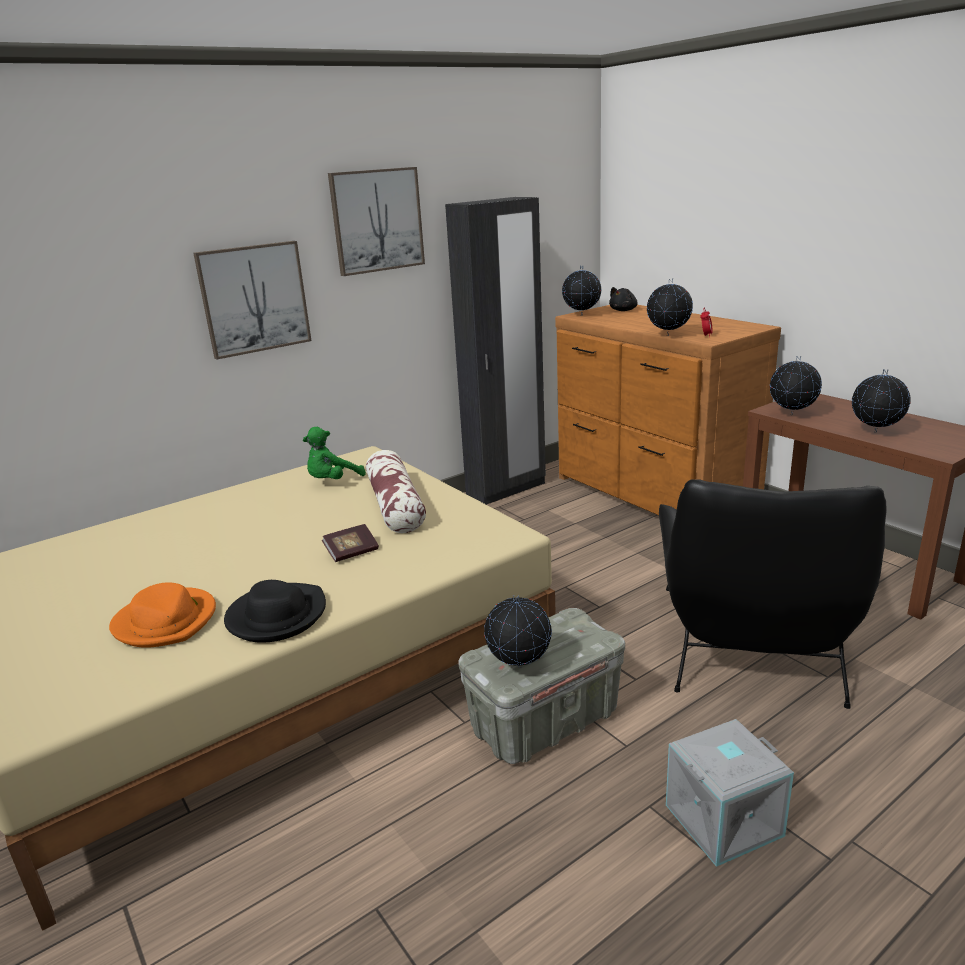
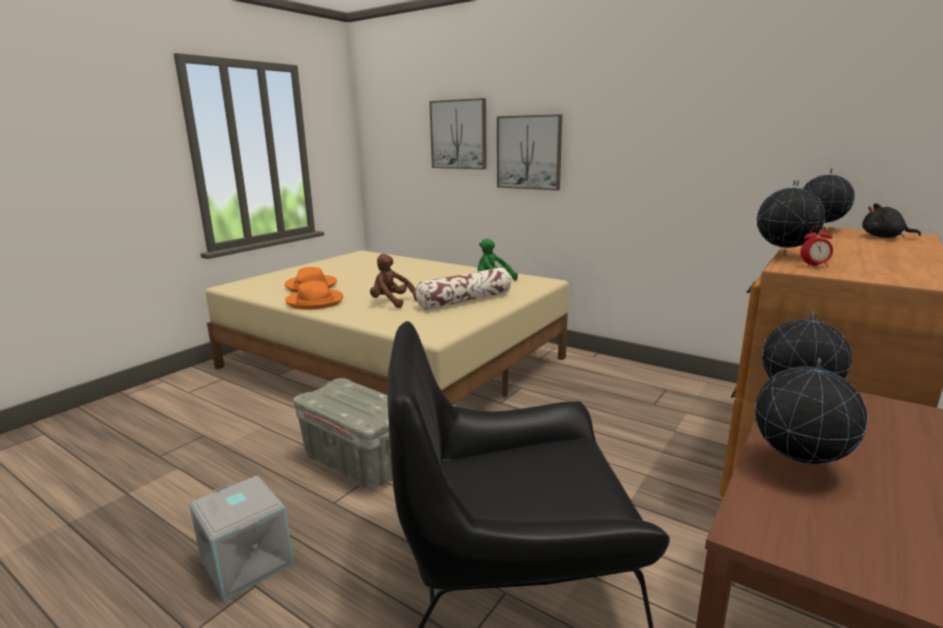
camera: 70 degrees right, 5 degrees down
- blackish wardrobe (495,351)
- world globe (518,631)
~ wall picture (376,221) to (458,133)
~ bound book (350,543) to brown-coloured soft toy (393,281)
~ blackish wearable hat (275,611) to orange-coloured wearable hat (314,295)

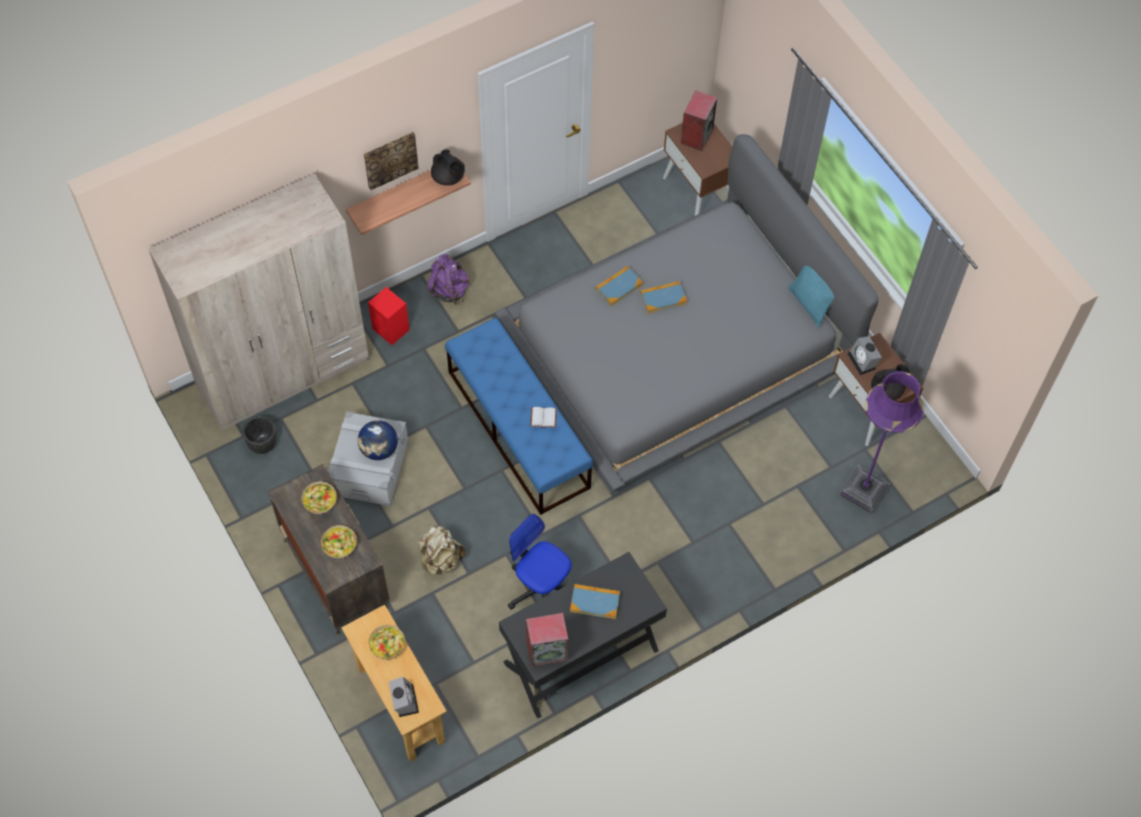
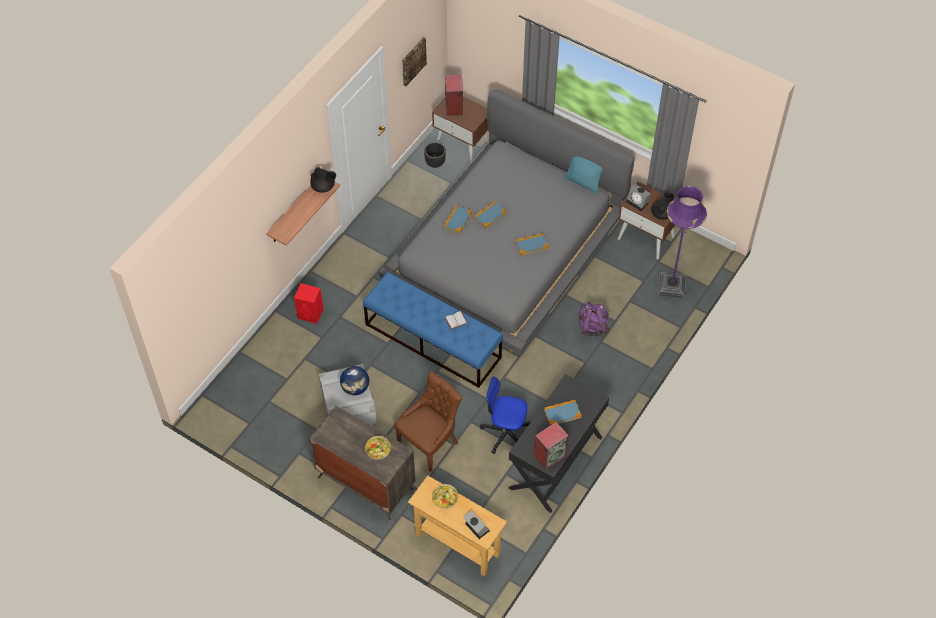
camera: 25 degrees left, 5 degrees down
- beige wardrobe (258,303)
- bowl (319,497)
+ bound book (532,244)
~ blackish planter (260,435) to (435,155)
~ wall picture (391,161) to (414,61)
~ purplish rucksack (448,279) to (593,318)
~ beige rucksack (441,550) to brown-coloured chair (428,421)

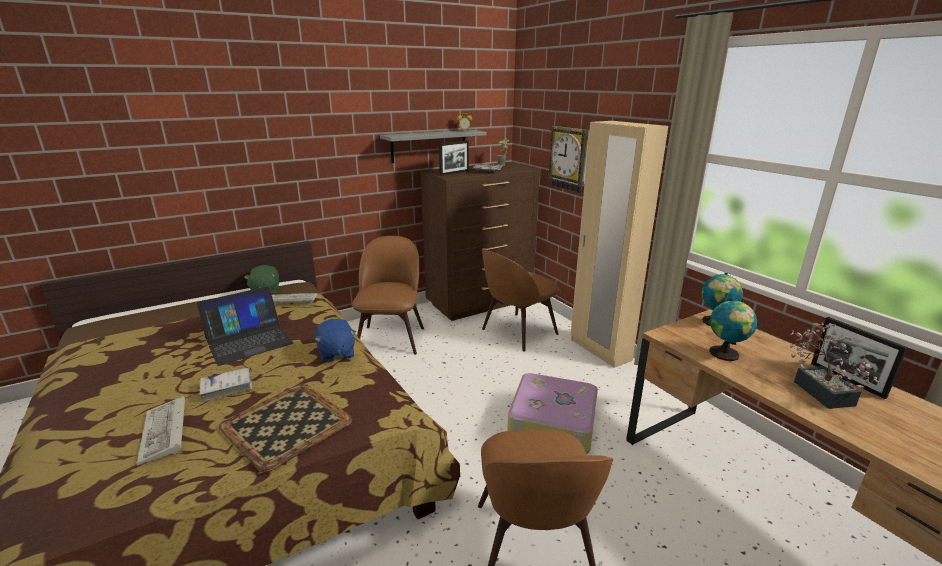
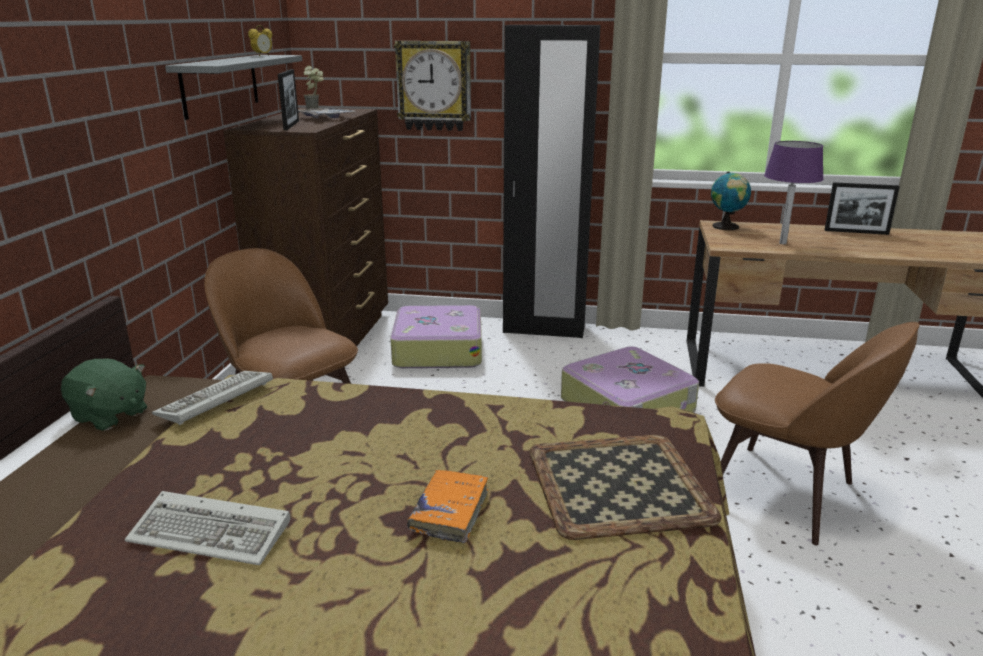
camera: 50 degrees left, 0 degrees up
- portable computer (245,326)
- blue-coloured soft toy (335,341)
- houseplant (835,366)
~ computer keyboard (160,430) to (207,528)
~ brown-coloured chair (520,301) to travel case (436,336)
~ world globe (733,329) to purplish table lamp (794,192)
~ white-coloured bound book (226,385) to orange-coloured bound book (447,506)
~ beige wardrobe (619,244) to blackish wardrobe (552,181)

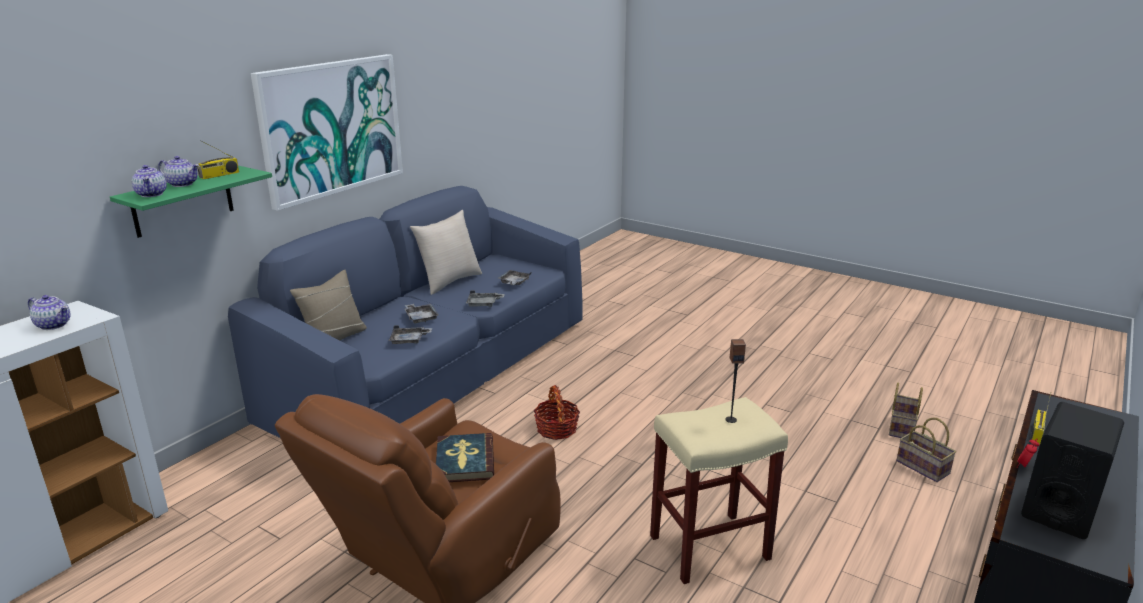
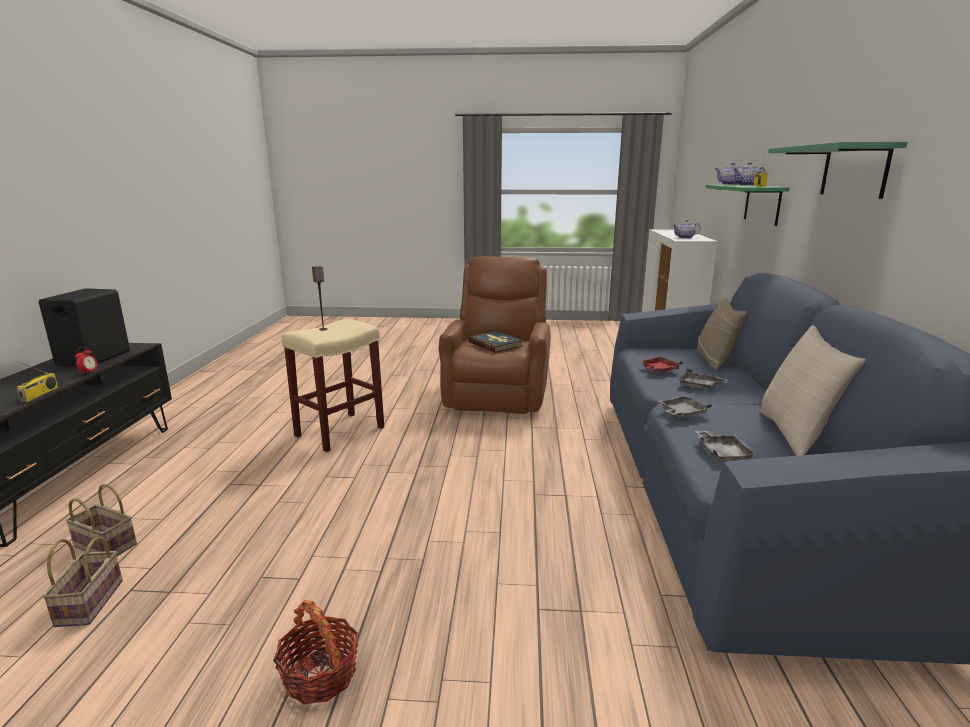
camera: 150 degrees right, 5 degrees down
~ household basket (556,412) to (315,652)
~ wall picture (327,132) to green-coloured shelf (838,170)
~ greyish tray (410,334) to reddish tray (661,364)

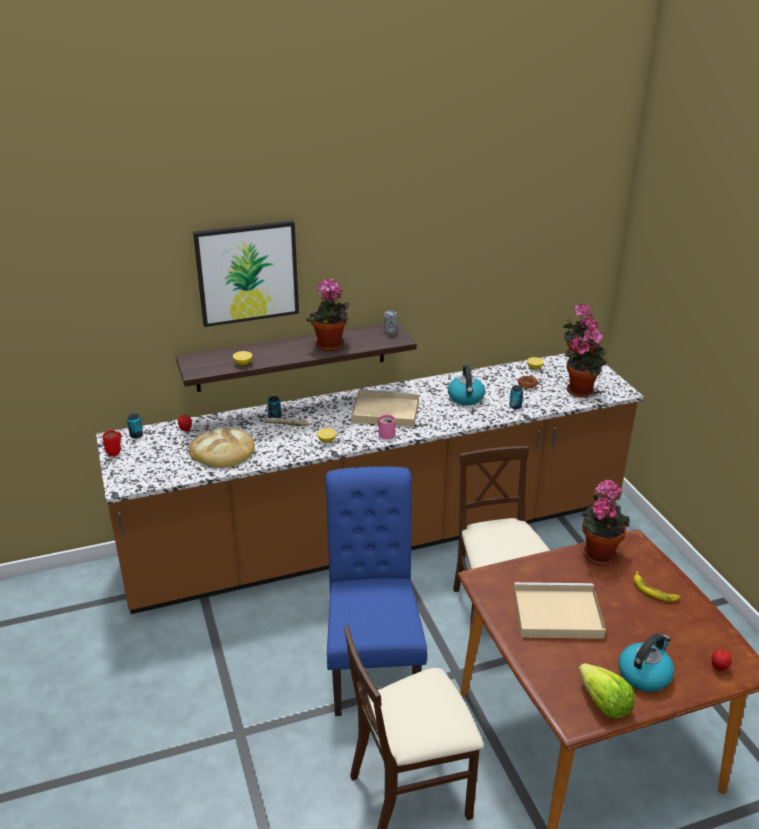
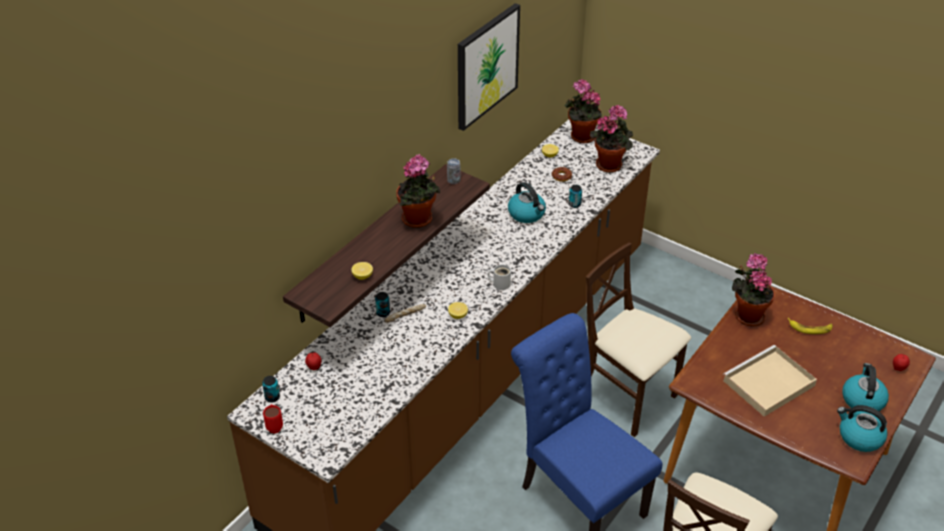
camera: 35 degrees left, 10 degrees up
- bakery bread (222,448)
- beige tray (385,408)
~ wall picture (246,274) to (489,67)
~ head of lettuce (607,691) to kettle (862,428)
~ pink-coloured coffee mug (386,427) to white-coloured coffee mug (499,277)

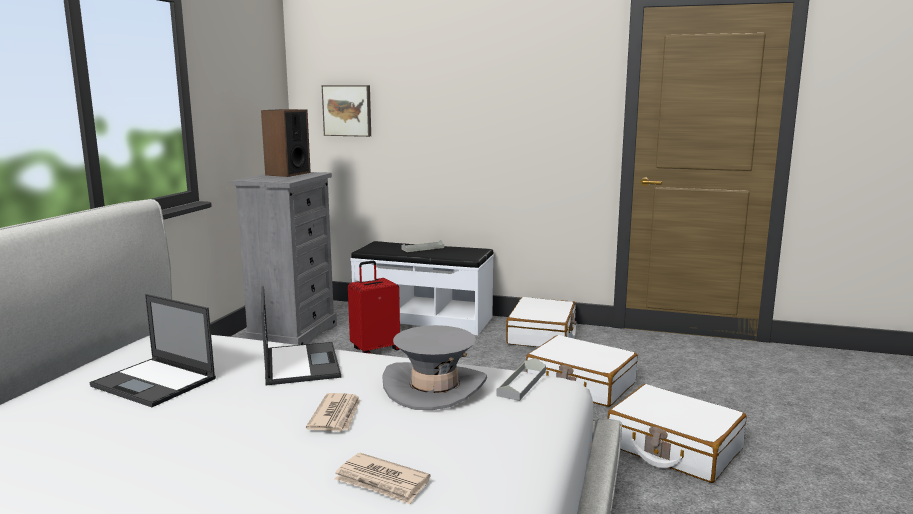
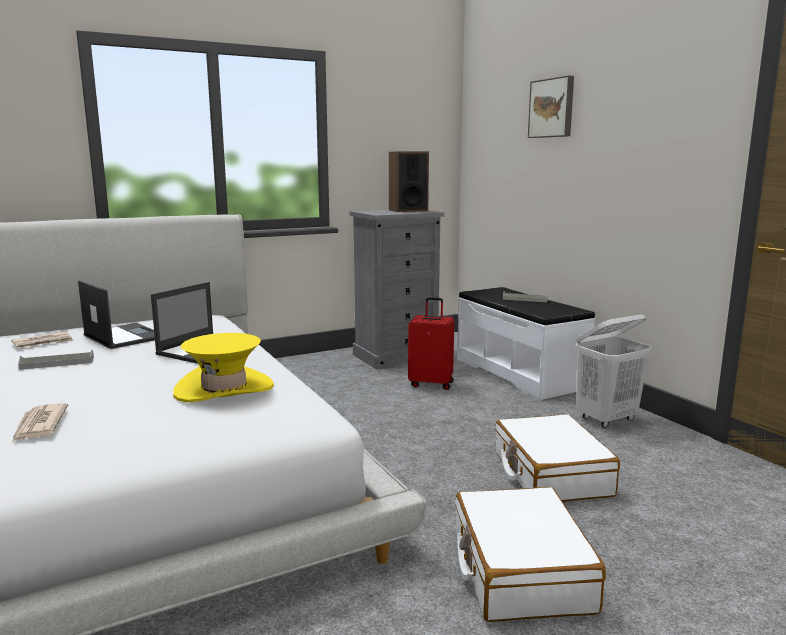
camera: 45 degrees right, 0 degrees up
~ newspaper (333,412) to (42,340)
~ wall picture (346,111) to (551,106)
~ greyish tray (521,379) to (56,360)
~ white-coloured travel case (541,322) to white-coloured hamper (613,371)
~ greyish wearable hat (435,367) to yellow wearable hat (223,368)
~ portable computer (152,350) = (116,314) 150 degrees clockwise

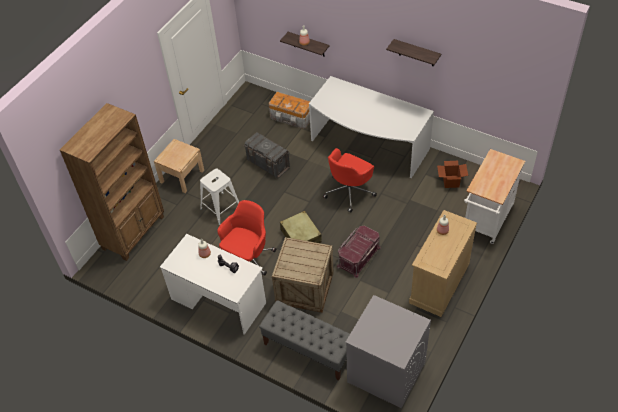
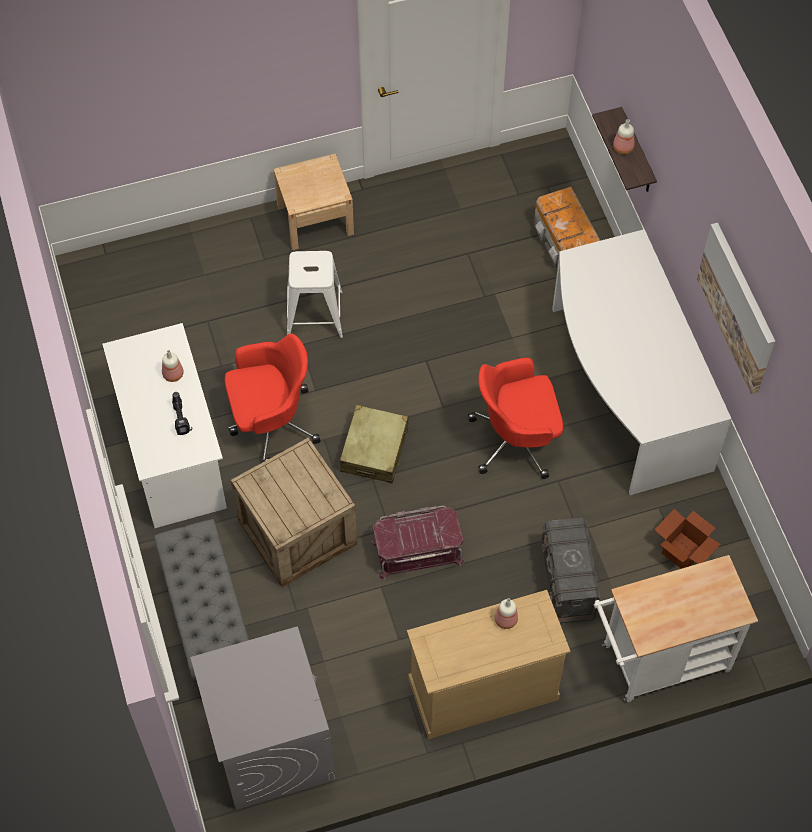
camera: 40 degrees right, 10 degrees up
- brown-coloured shelving unit (112,182)
~ greyish storage bin (267,155) to (571,570)
~ shelf (413,52) to wall picture (736,308)

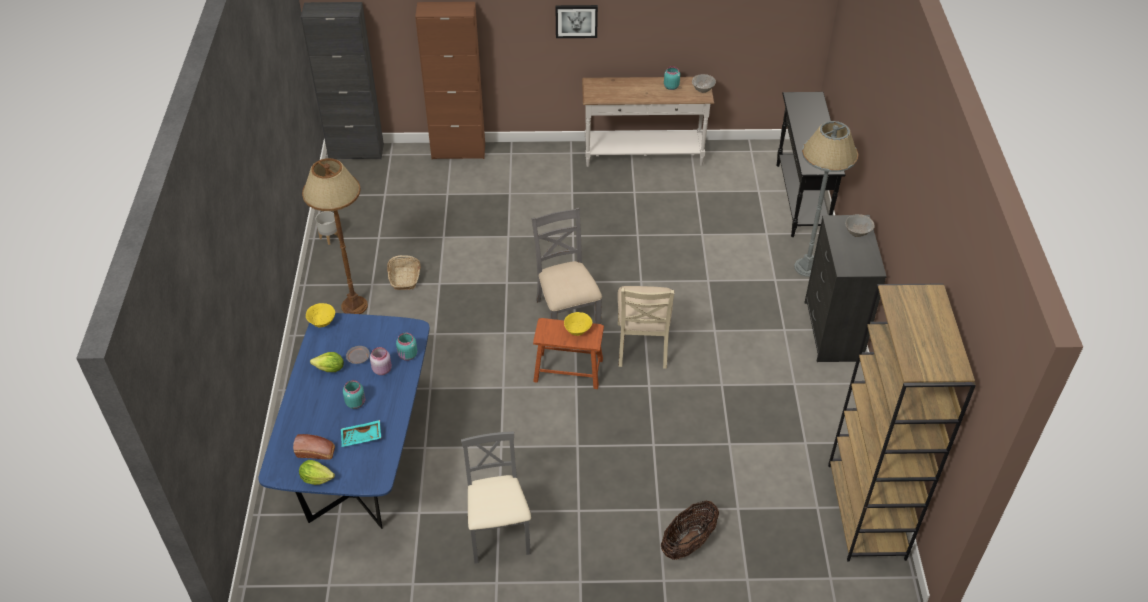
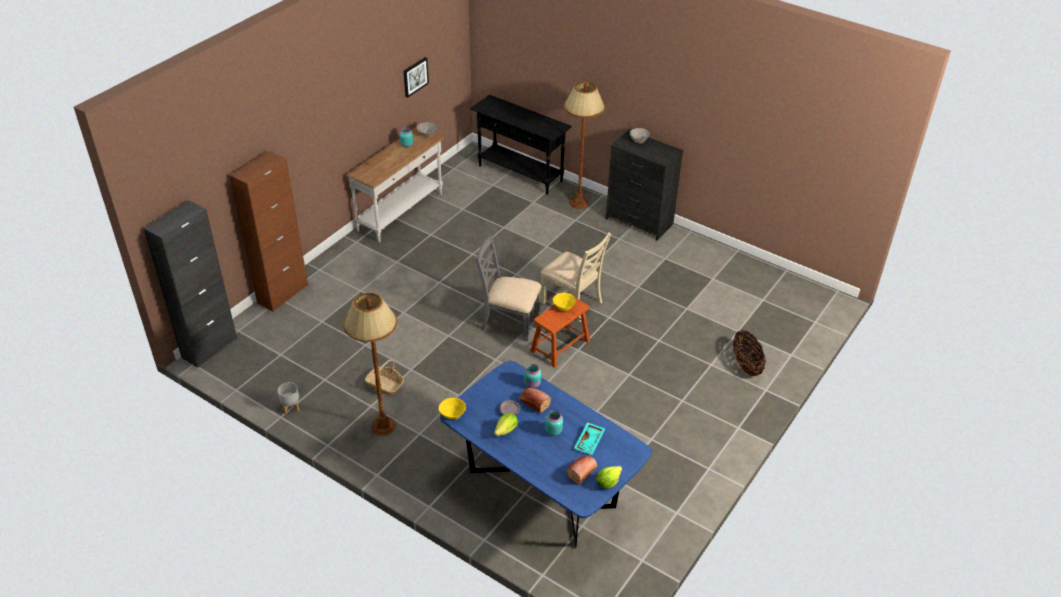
camera: 55 degrees left, 5 degrees down
- greyish chair (496,497)
- brown-coloured shelving unit (902,422)
~ wall picture (576,21) to (416,77)
~ pink-coloured preserve jar (381,361) to bakery bread (535,400)
~ greyish floor lamp (826,199) to brown-coloured floor lamp (584,145)

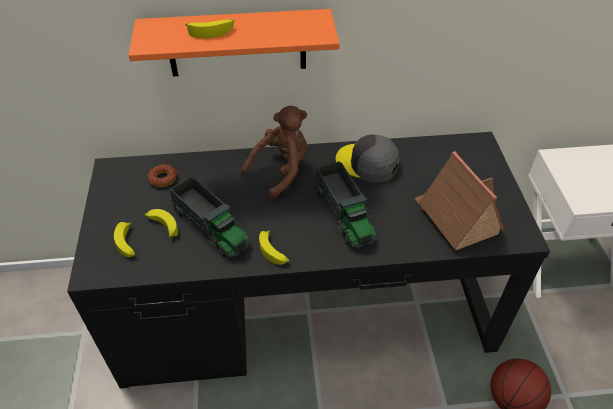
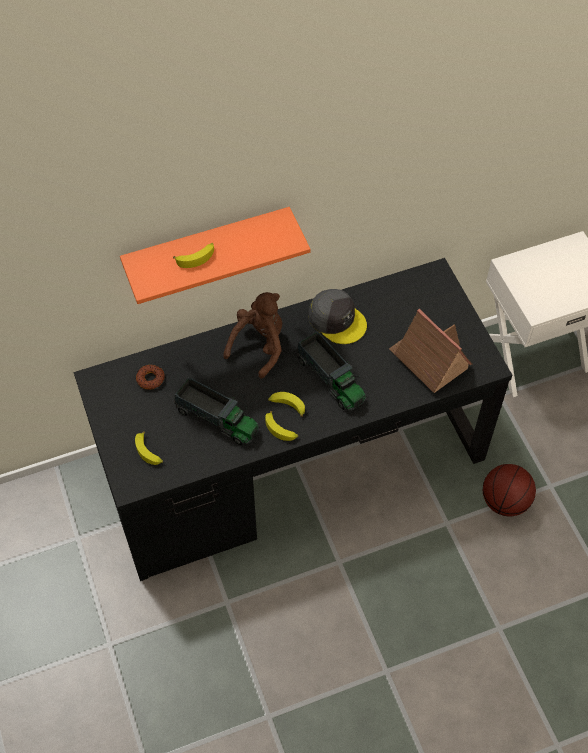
camera: 15 degrees left, 10 degrees up
~ banana (161,224) to (286,404)
~ greyish cap (368,158) = (337,316) 150 degrees counterclockwise

